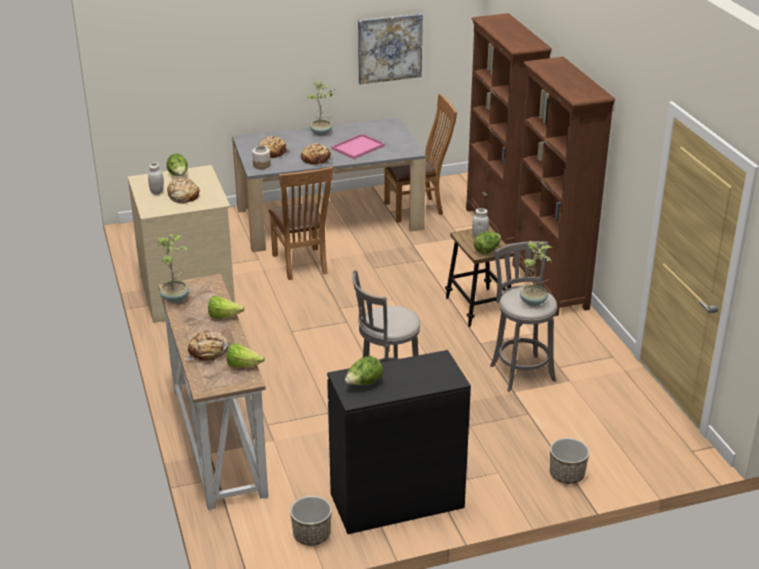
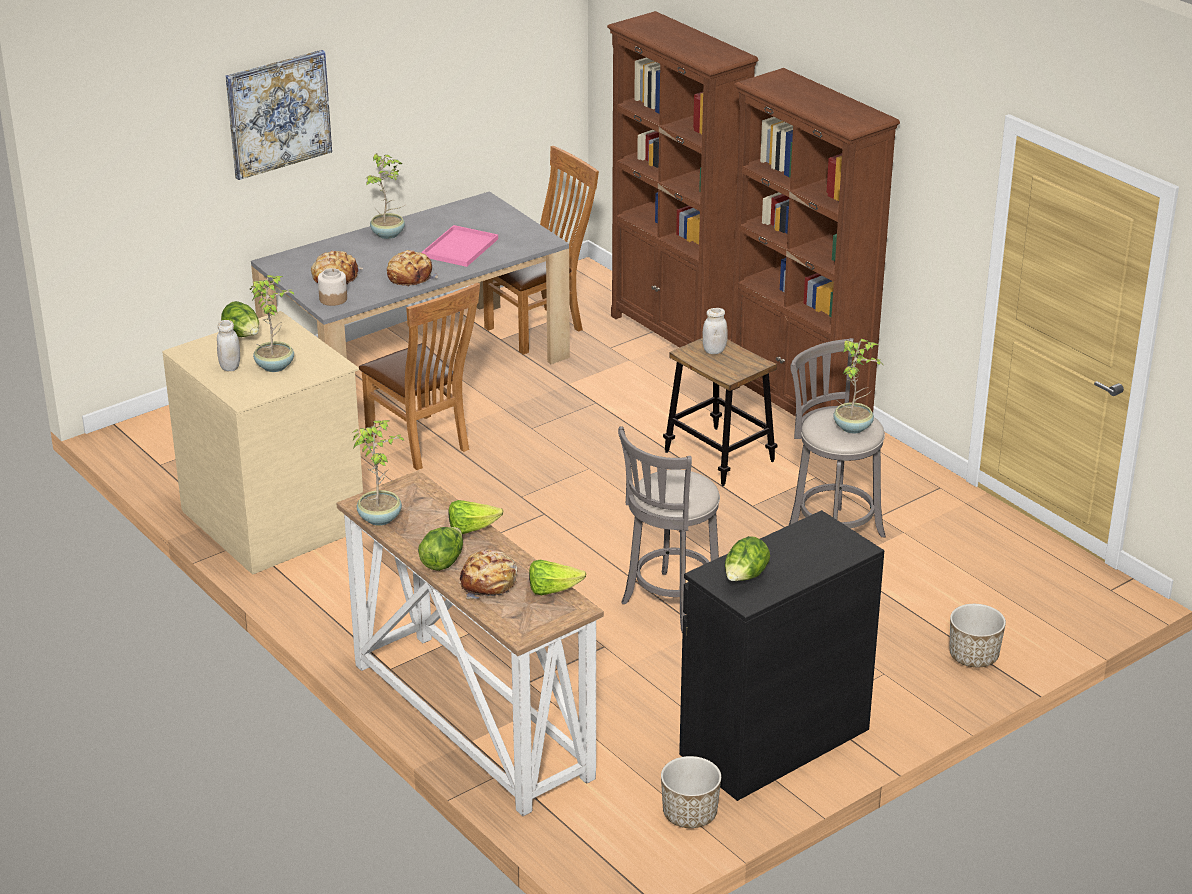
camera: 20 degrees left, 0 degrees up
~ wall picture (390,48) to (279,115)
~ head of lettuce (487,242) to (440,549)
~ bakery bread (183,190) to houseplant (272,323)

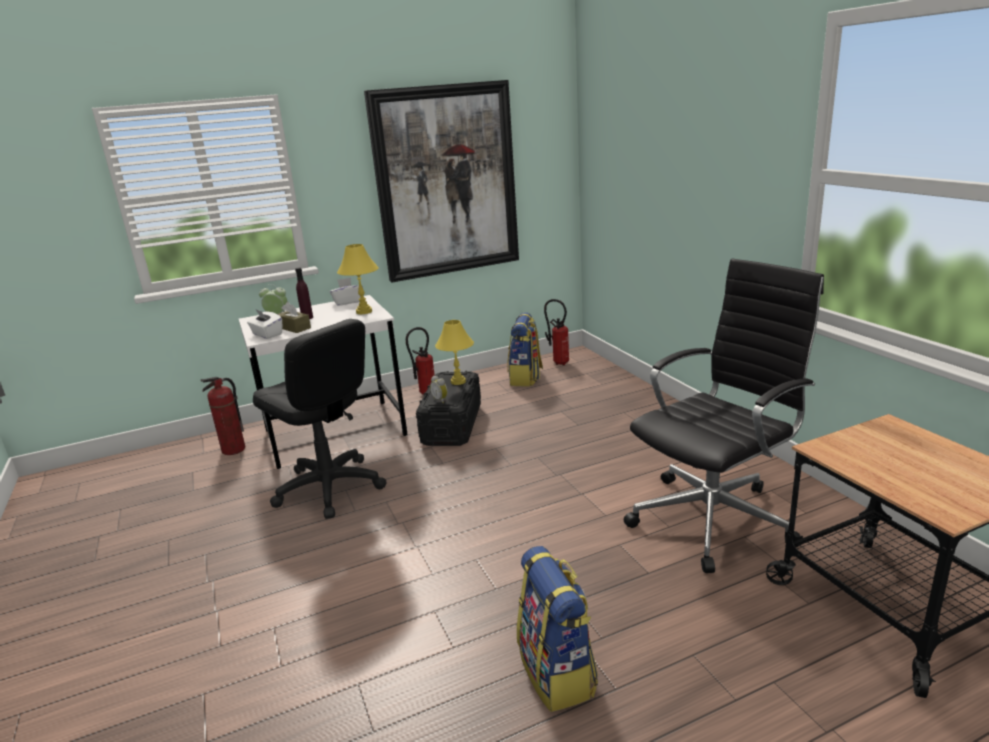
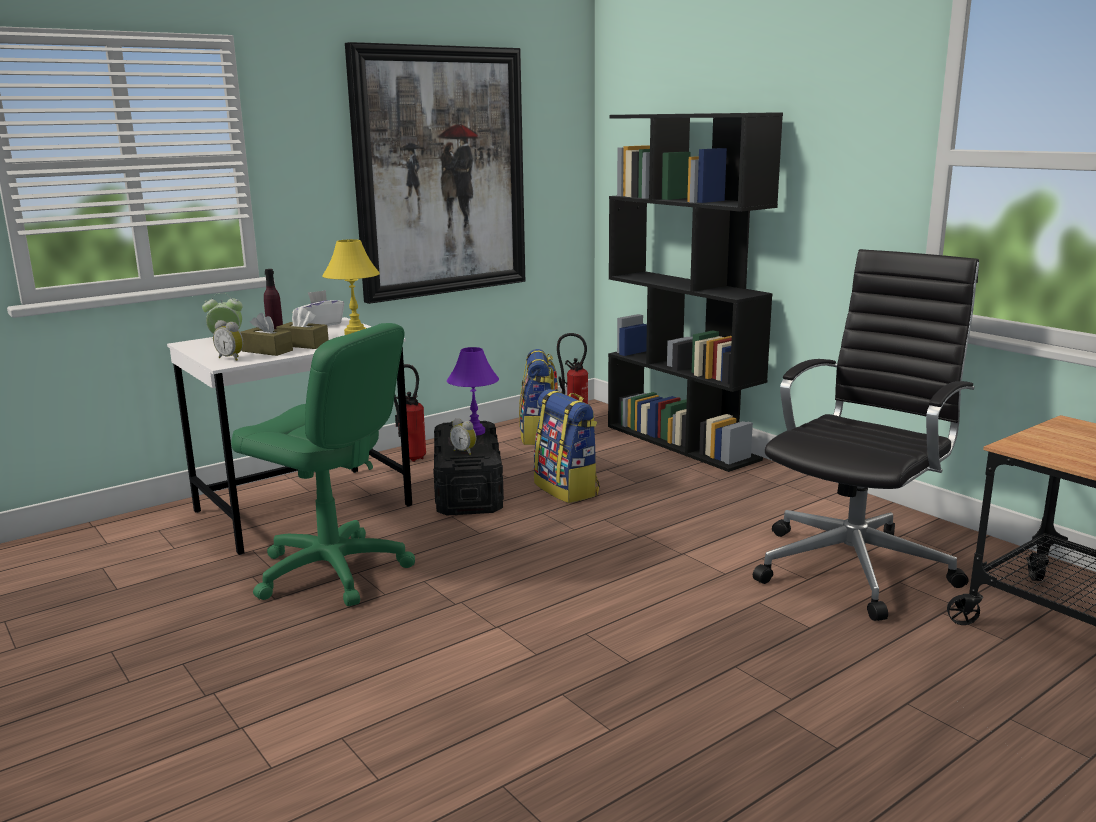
camera: 15 degrees left, 5 degrees down
- fire-fighting cylinder (223,416)
+ brown-coloured tissue box (302,328)
+ blackish shelving unit (695,292)
~ rucksack (557,629) to (567,446)
~ white-coloured tissue box (264,324) to alarm clock (228,340)
~ blackish office chair (319,419) to green-coloured office chair (323,464)
~ yellow table lamp (454,352) to purplish table lamp (473,391)

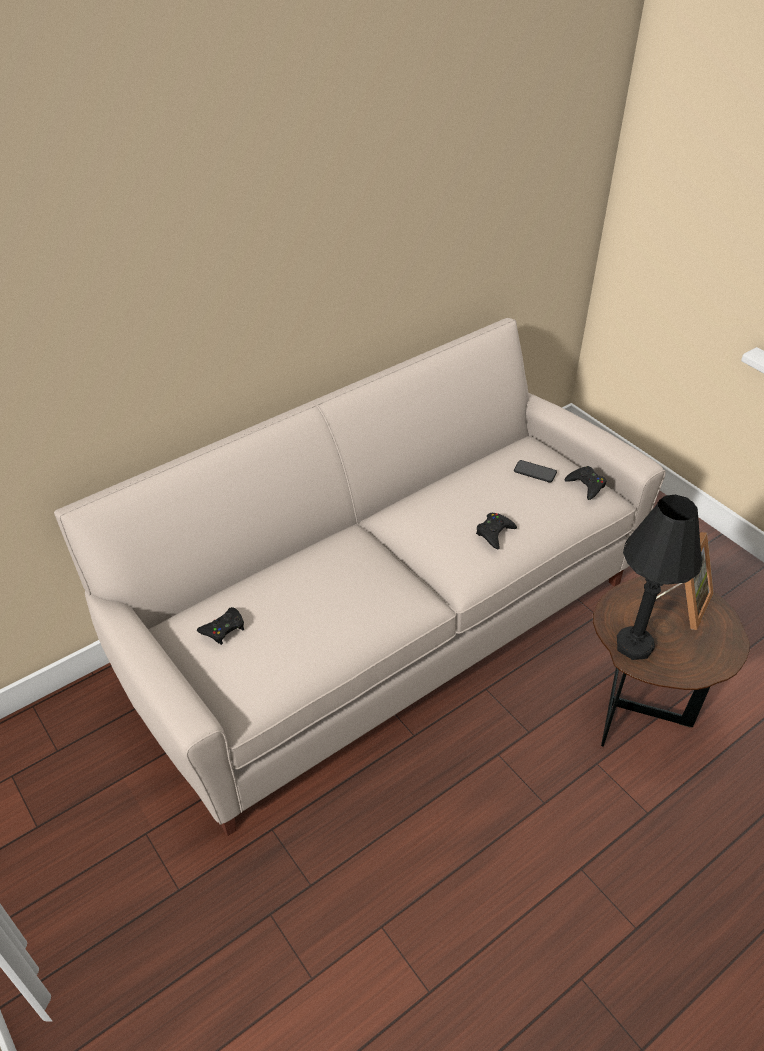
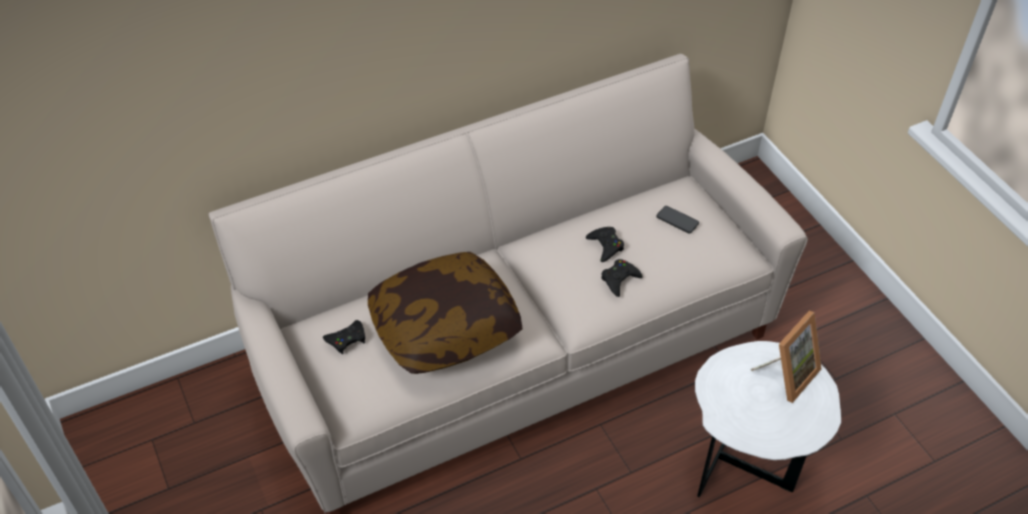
camera: 10 degrees right, 5 degrees up
- blackish table lamp (659,577)
+ cushion (445,313)
~ blackish gamepad (585,483) to (605,244)
~ brown-coloured accent table (671,661) to white-coloured accent table (768,419)

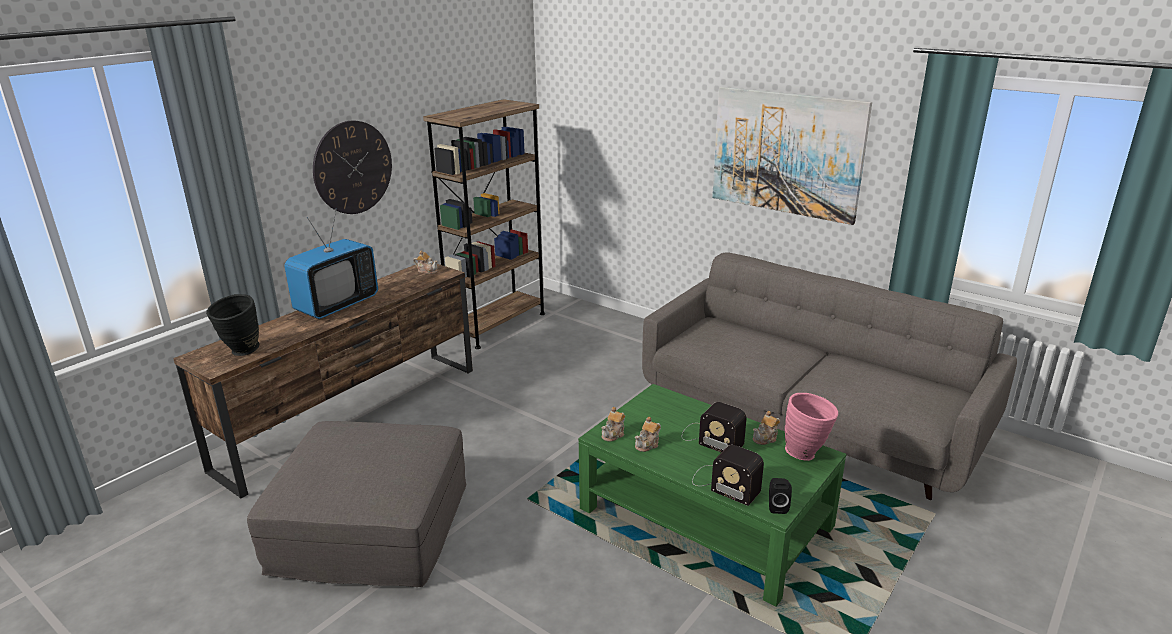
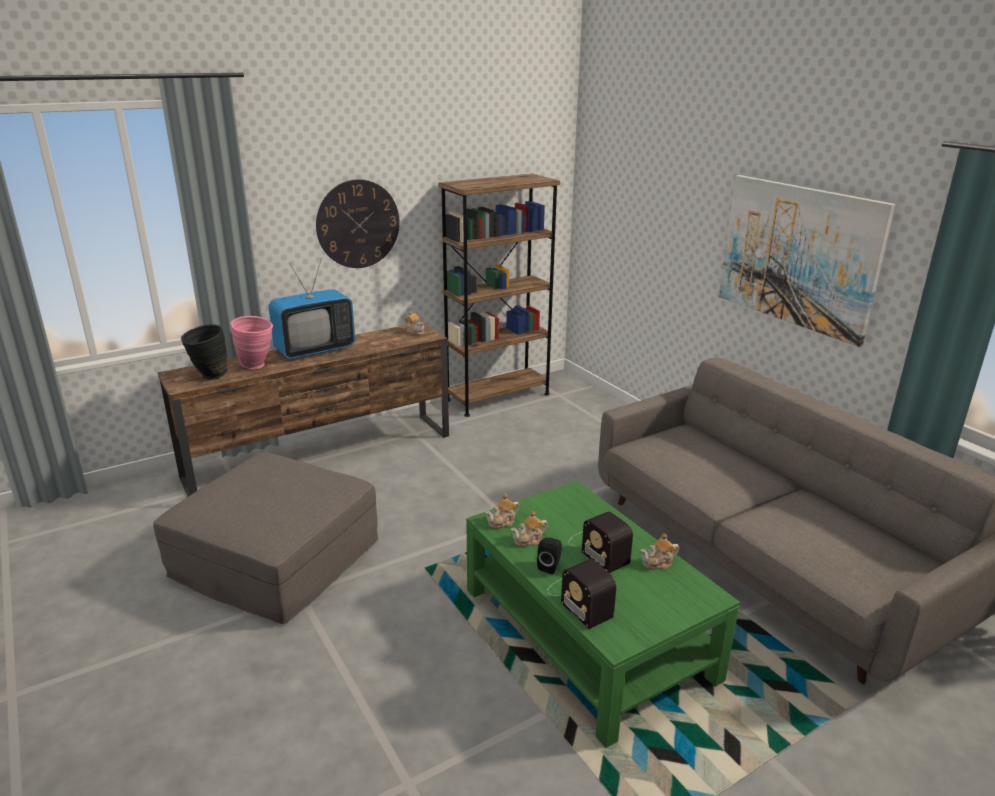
camera: 20 degrees right, 0 degrees up
~ blackish audio speaker (780,496) to (549,556)
~ pink-coloured flower vase (811,427) to (252,342)

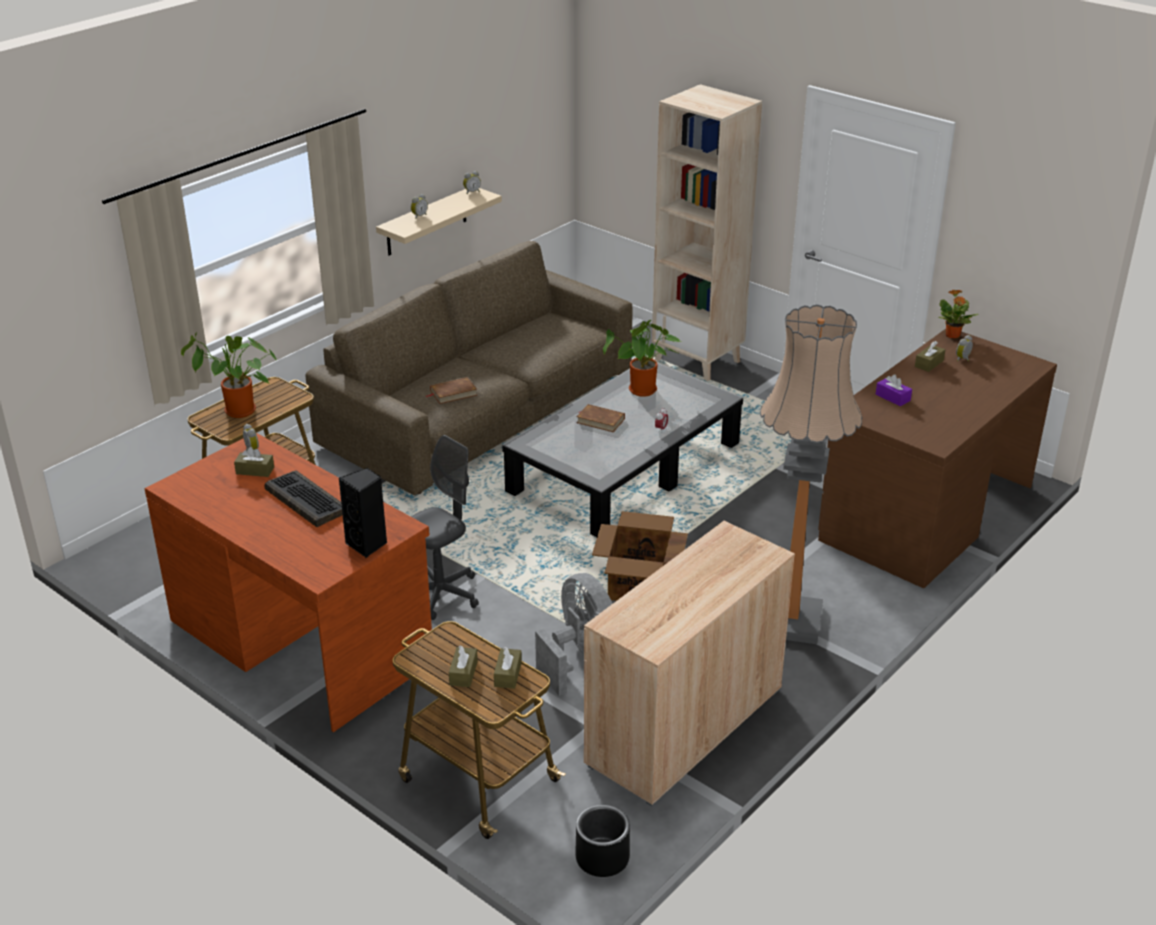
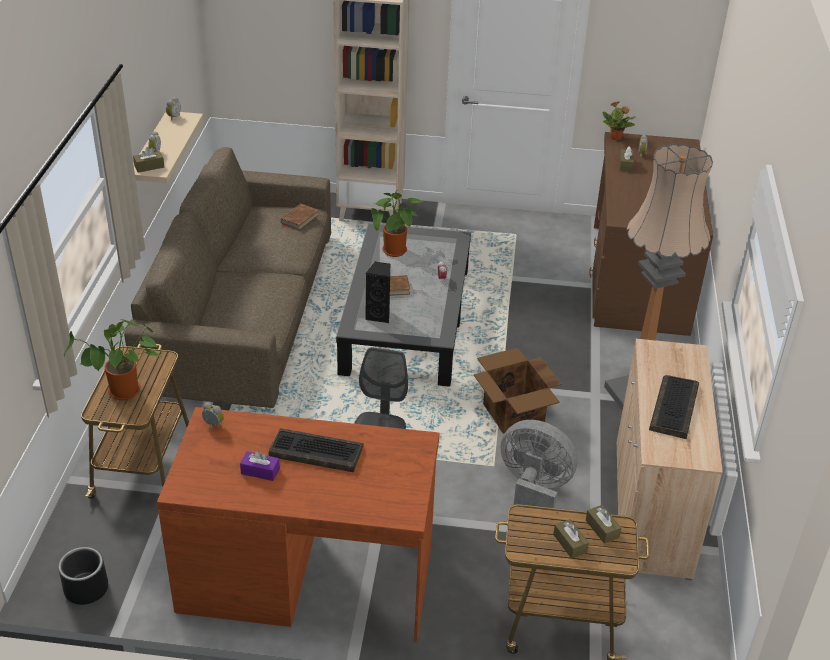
camera: 35 degrees left, 5 degrees up
+ computer keyboard (674,407)
~ brown-coloured tissue box (254,462) to (148,160)
~ blackish audio speaker (362,513) to (378,292)
~ brown-coloured bound book (451,390) to (300,217)
~ blackish planter (602,841) to (83,576)
~ purplish tissue box (894,390) to (260,466)

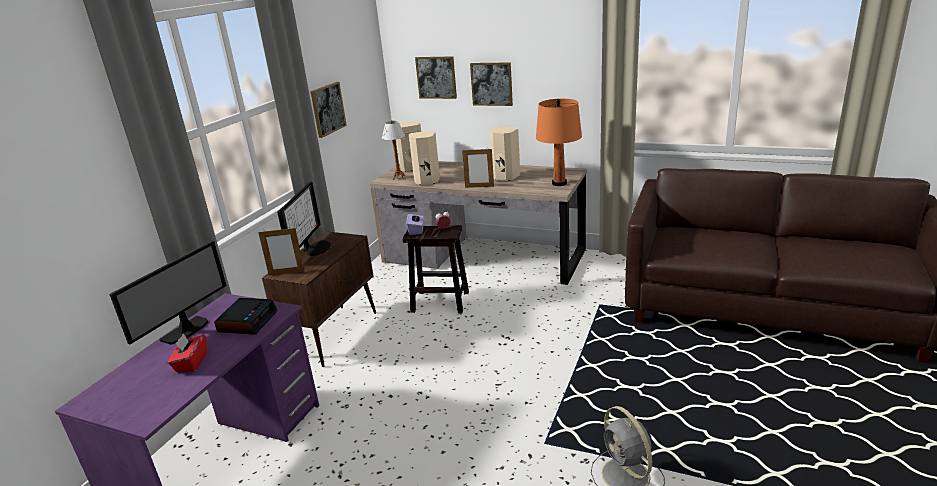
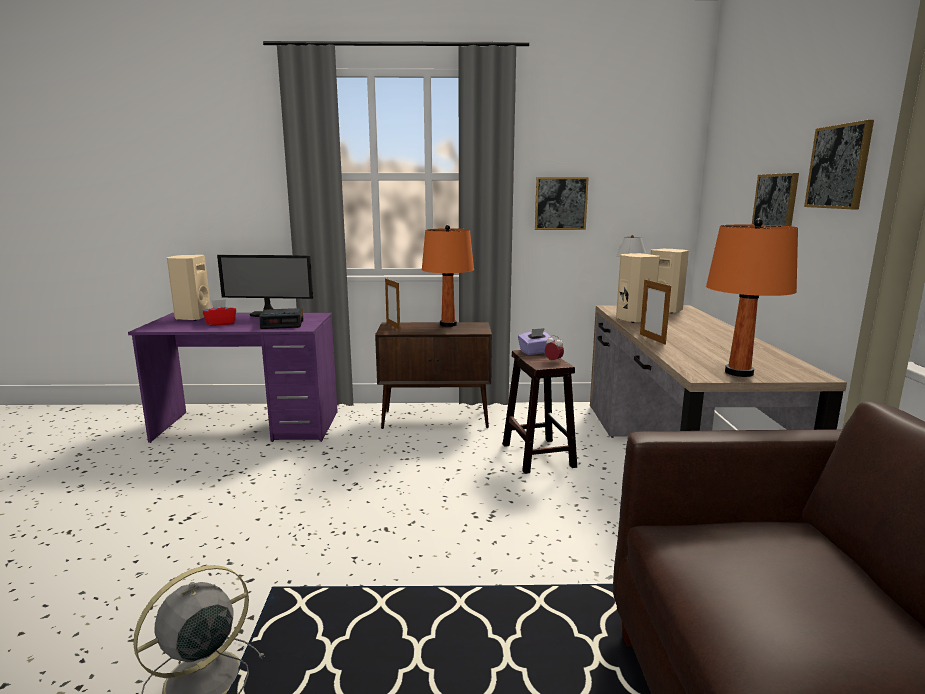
camera: 65 degrees right, 10 degrees down
~ wall picture (436,77) to (839,164)
~ beige audio speaker (504,154) to (189,288)
~ computer display (304,219) to orange-coloured table lamp (448,276)

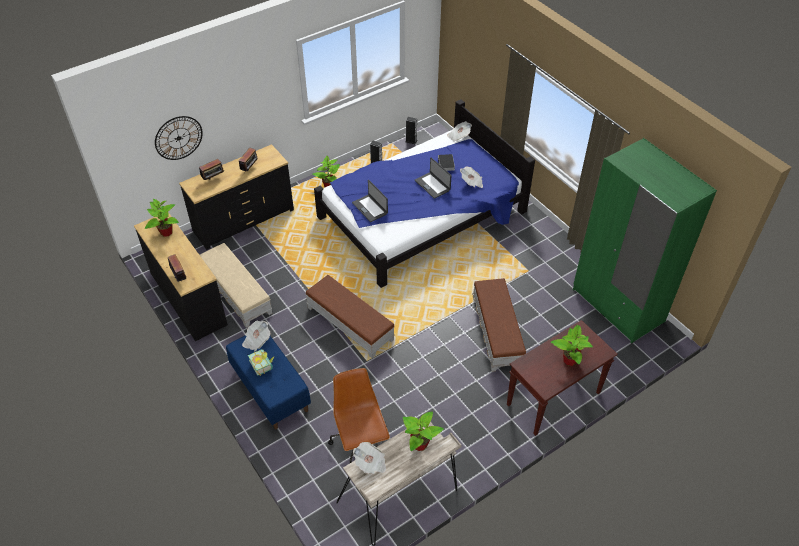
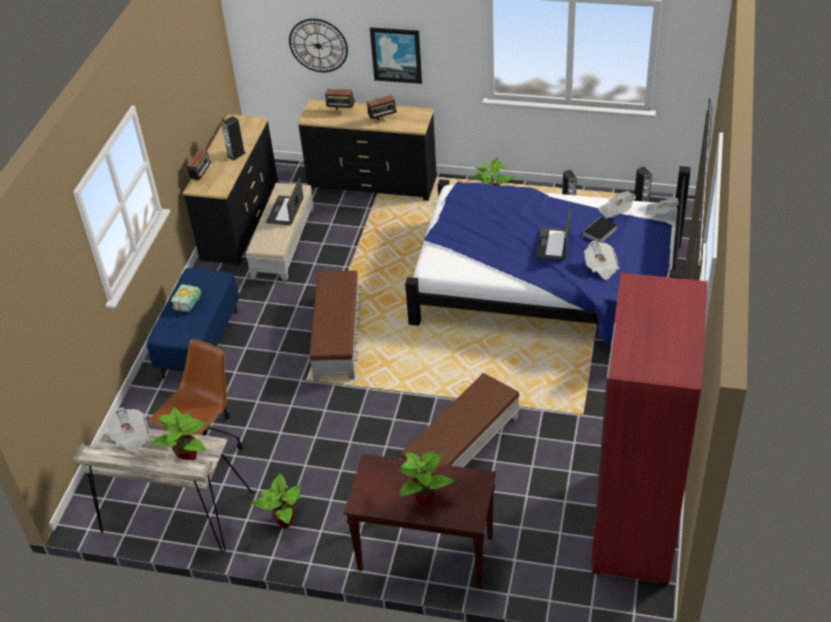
camera: 50 degrees right, 5 degrees down
+ audio speaker (233,138)
+ wall picture (396,55)
~ houseplant (162,218) to (277,500)
~ newspaper (256,336) to (617,205)
~ portable computer (370,201) to (285,201)
~ green-coloured wardrobe (645,241) to reddish wardrobe (649,428)

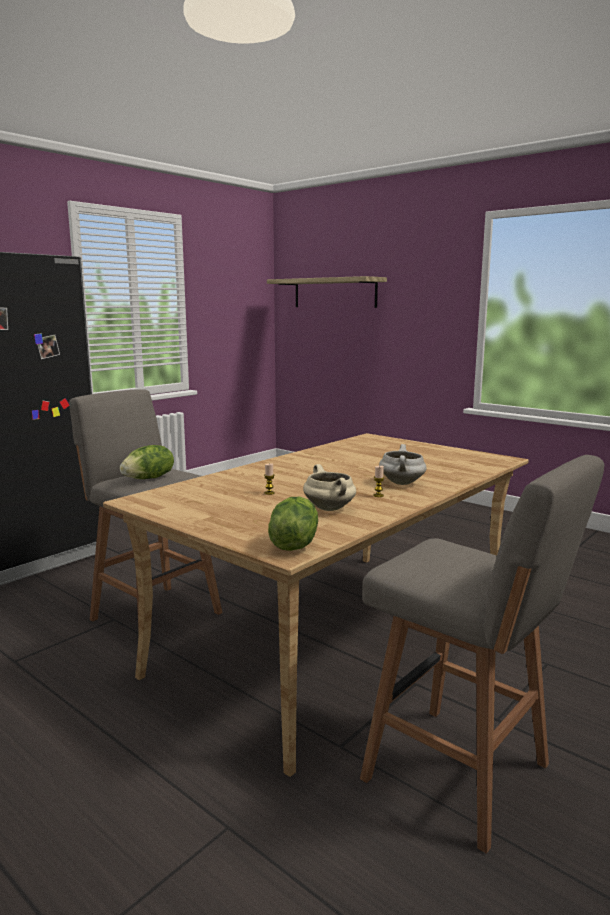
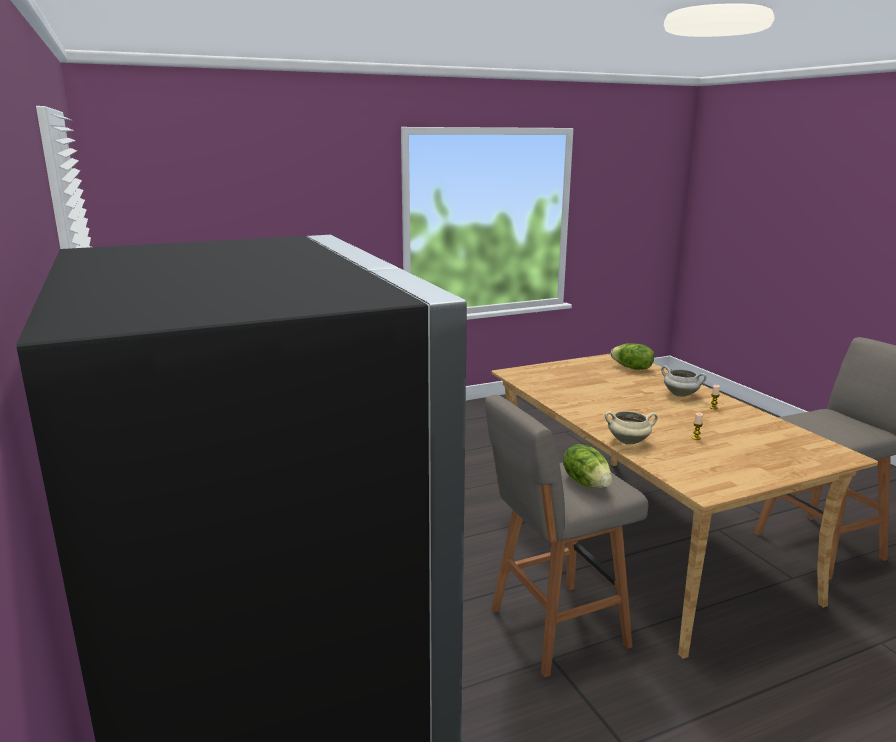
camera: 65 degrees left, 5 degrees up
- shelf (327,292)
~ head of lettuce (293,524) to (632,356)
~ beige stockpot (329,487) to (631,428)

